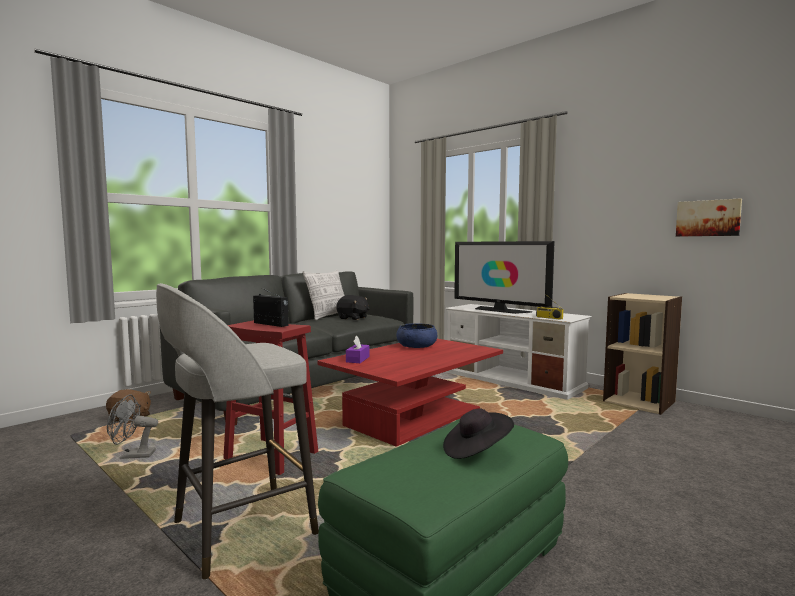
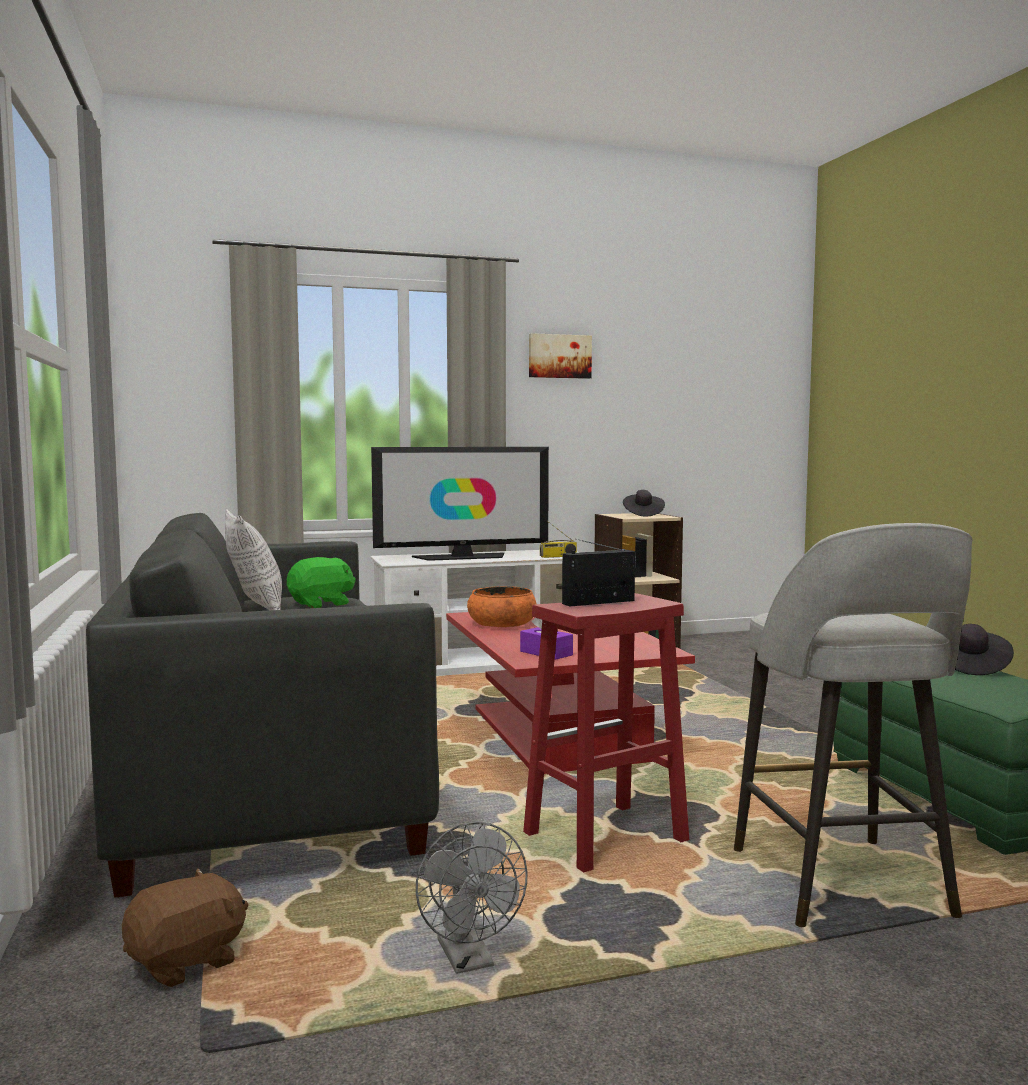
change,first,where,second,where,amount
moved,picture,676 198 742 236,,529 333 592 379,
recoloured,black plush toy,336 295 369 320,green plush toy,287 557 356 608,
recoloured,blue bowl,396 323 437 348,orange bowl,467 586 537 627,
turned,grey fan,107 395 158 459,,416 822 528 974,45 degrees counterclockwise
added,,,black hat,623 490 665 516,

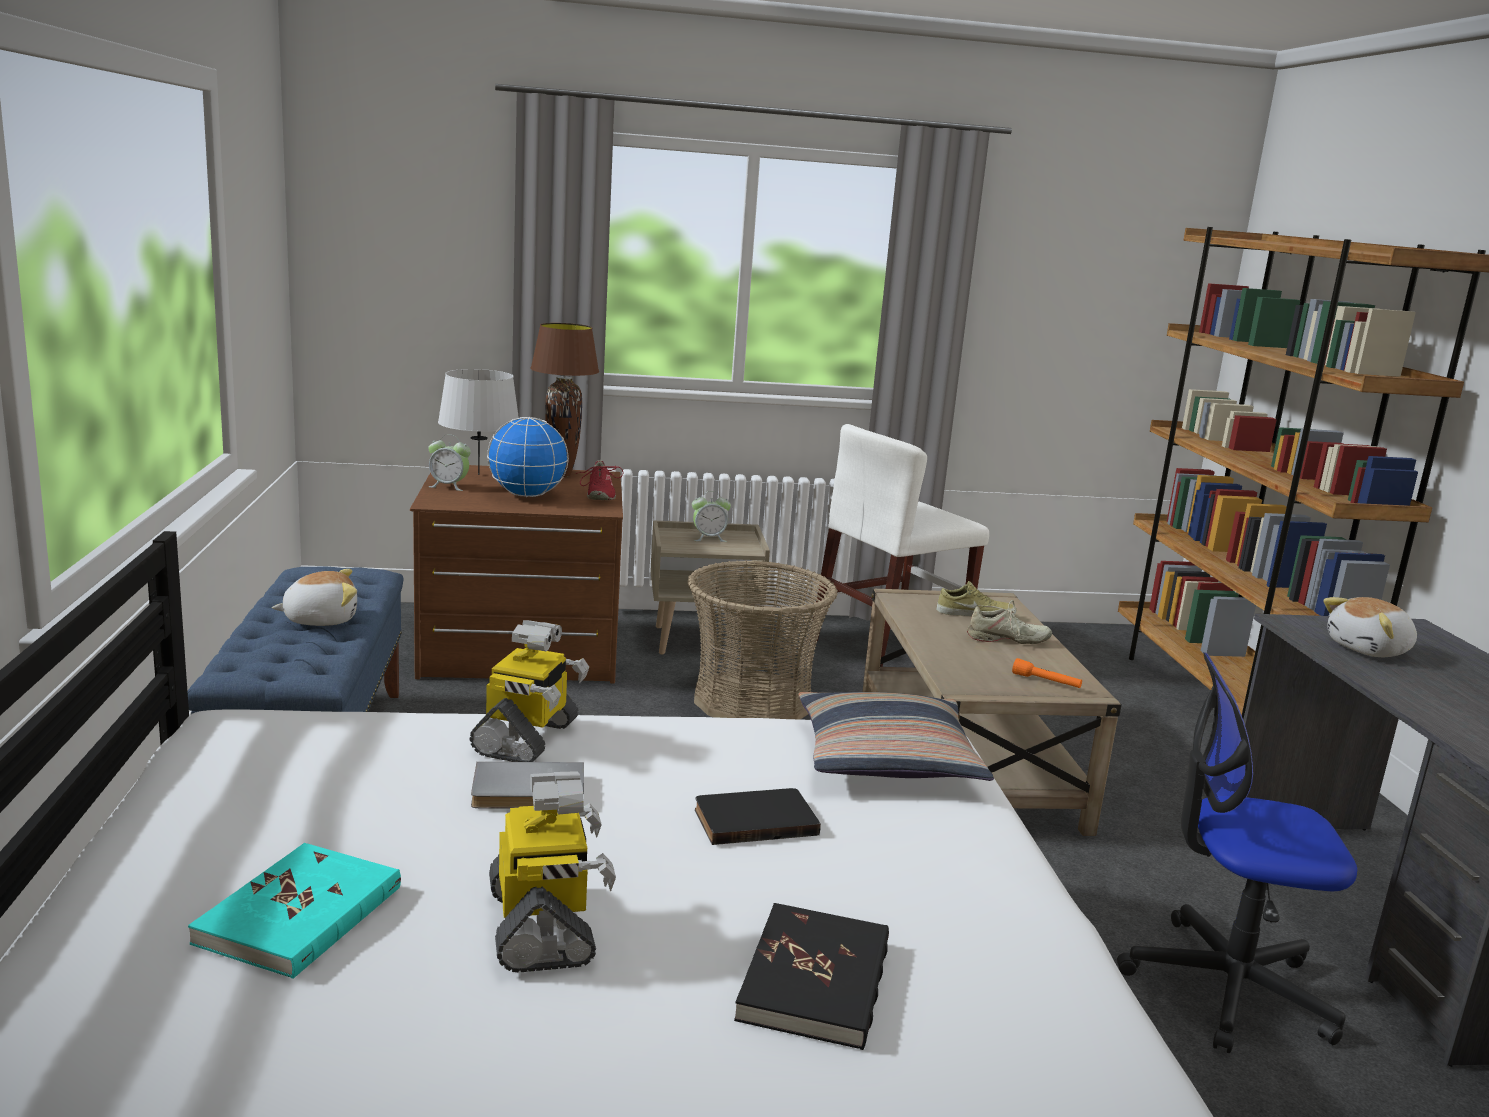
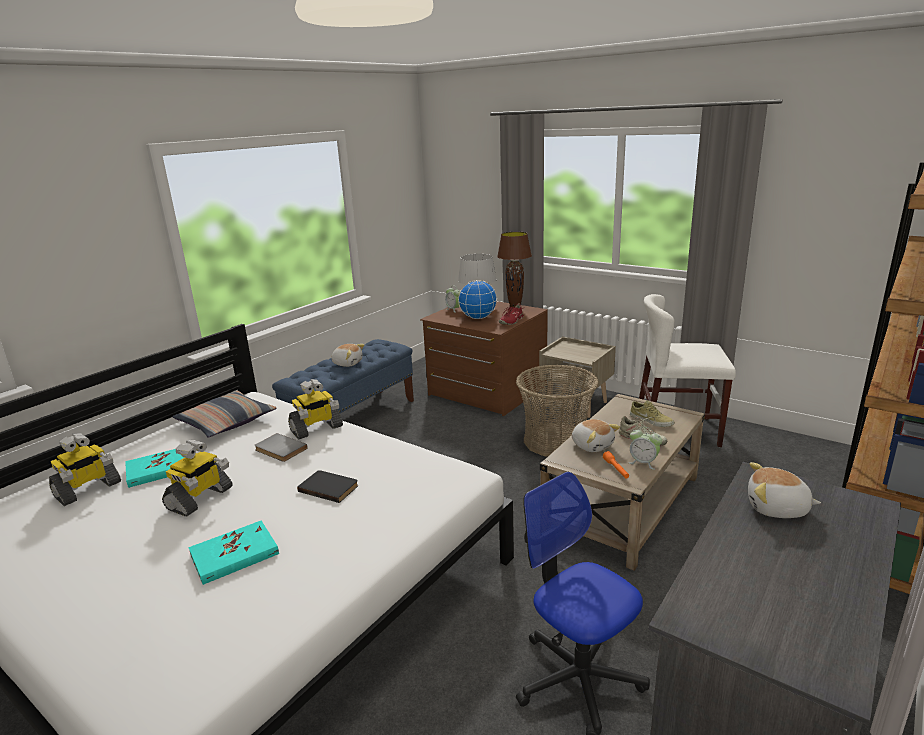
change,first,where,second,where,amount
moved,alarm clock,692 491 731 542,,629 427 662 470,
moved,pillow,799 692 994 781,,172 391 277 438,
recoloured,black book,734 903 889 1050,turquoise book,189 521 279 585,
added,,,plush toy,572 419 620 452,
added,,,toy robot,49 433 121 506,

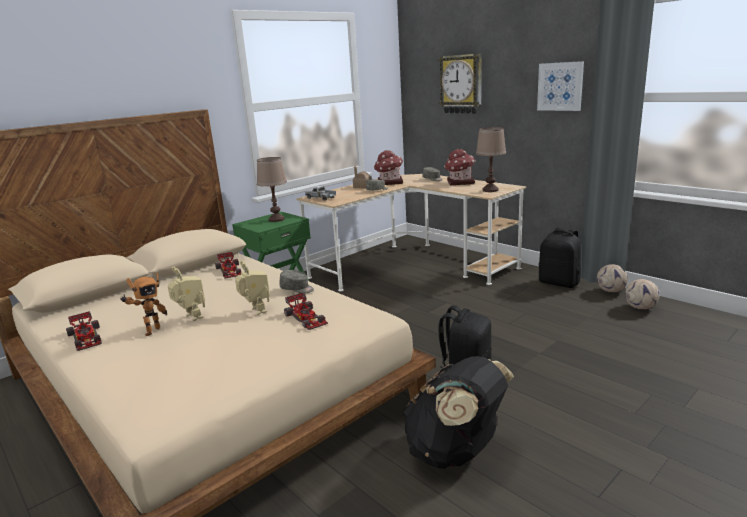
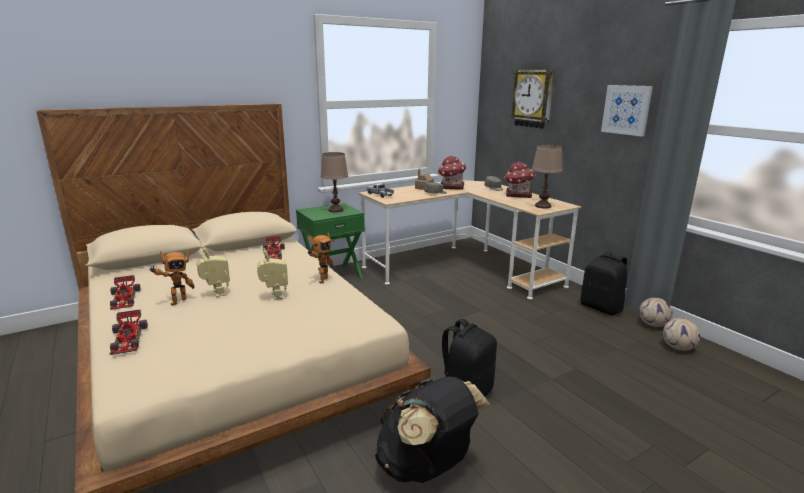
change,first,where,second,where,amount
replaced,grey cap,280 270 314 294,toy robot,308 232 335 284,
moved,toy car,284 293 328 330,,110 310 148 355,

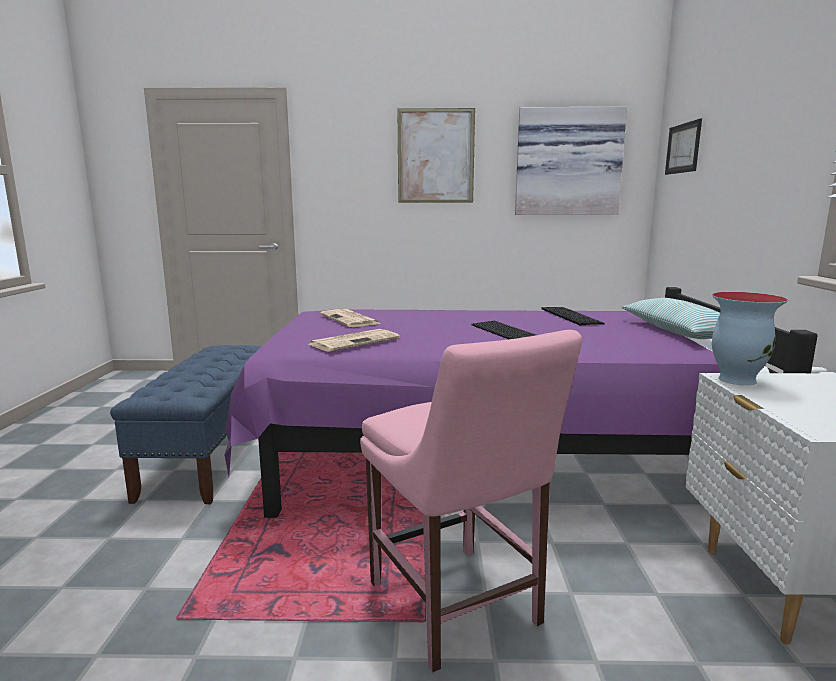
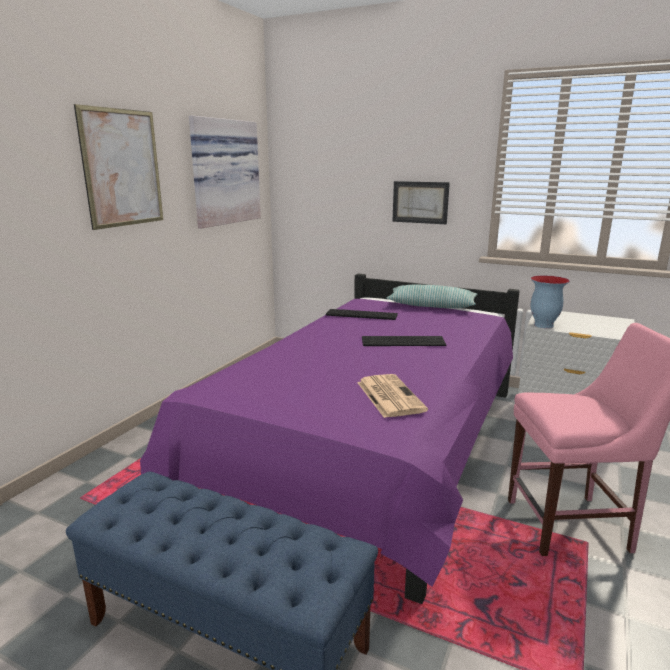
change,first,where,second,where,amount
moved,picture,665 119 702 175,,392 181 450 224,
removed,newspaper,320 309 381 327,,,

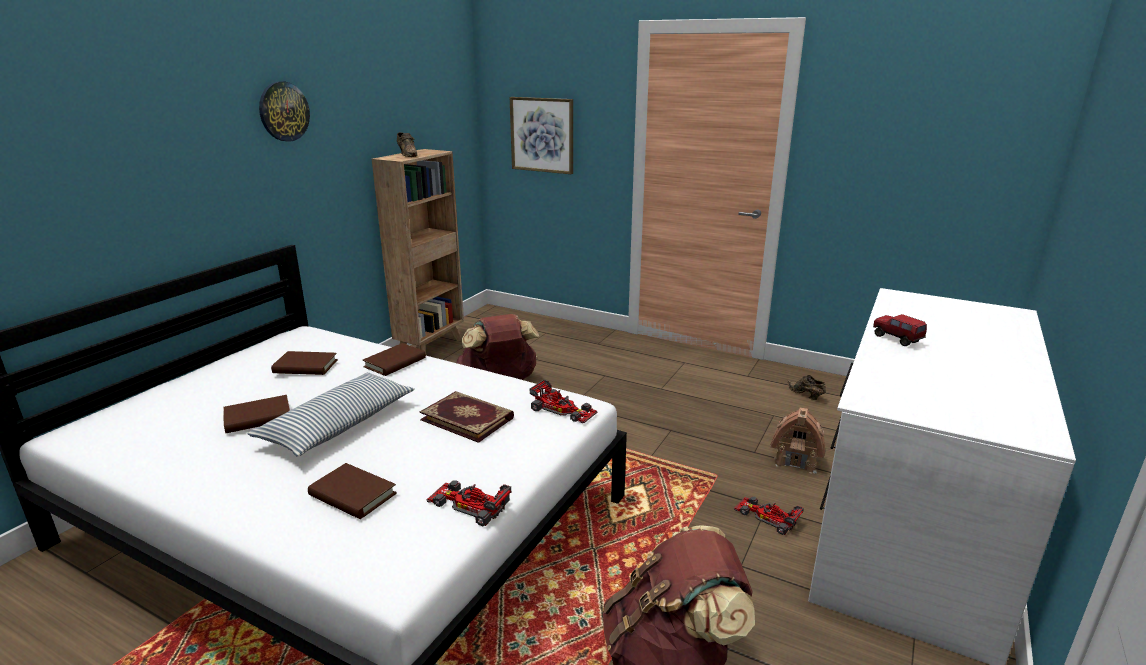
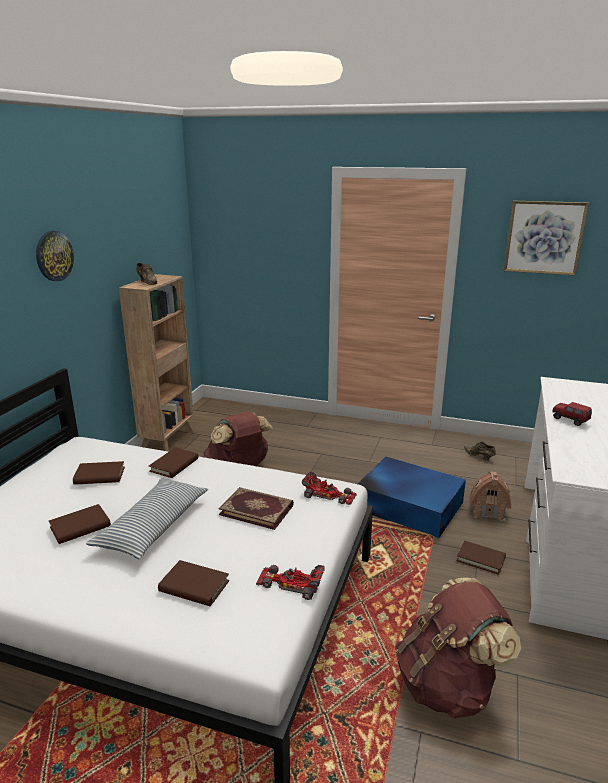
change,first,where,second,where,amount
moved,picture,510 97 573 174,,504 201 589 275,
replaced,toy car,734 496 804 535,brown book,456 541 506 575,
added,,,blue storage box,358 456 466 538,

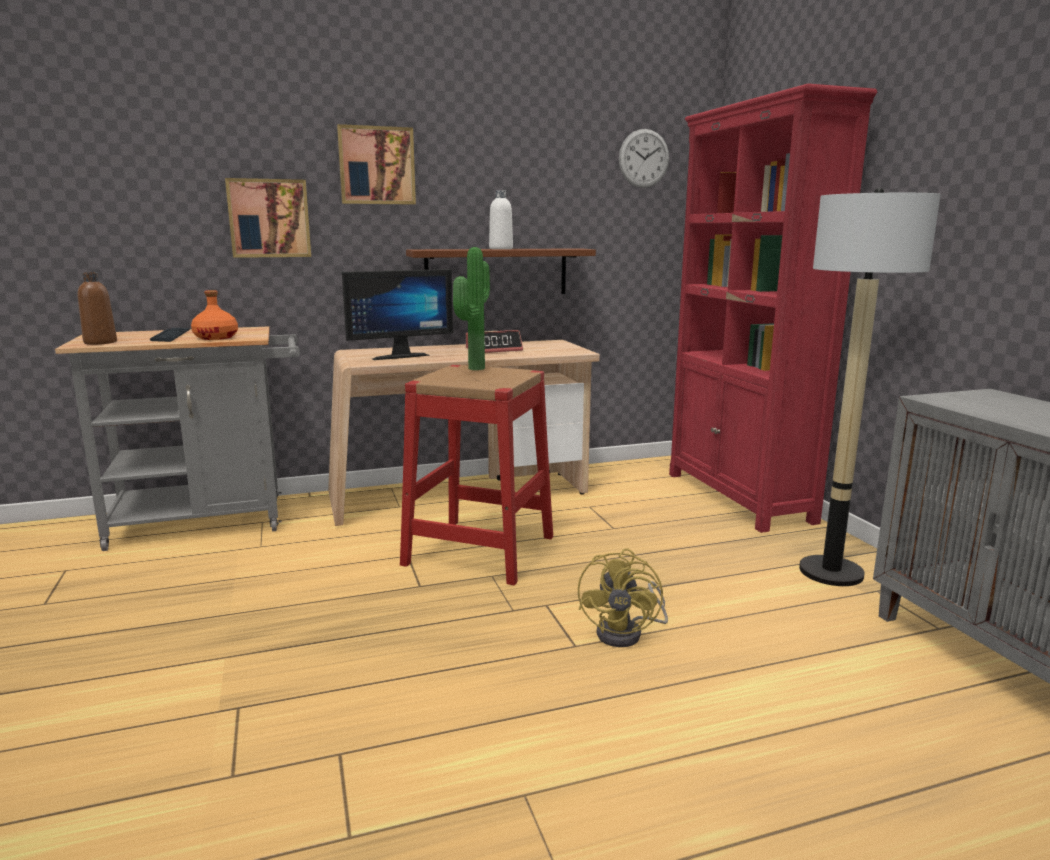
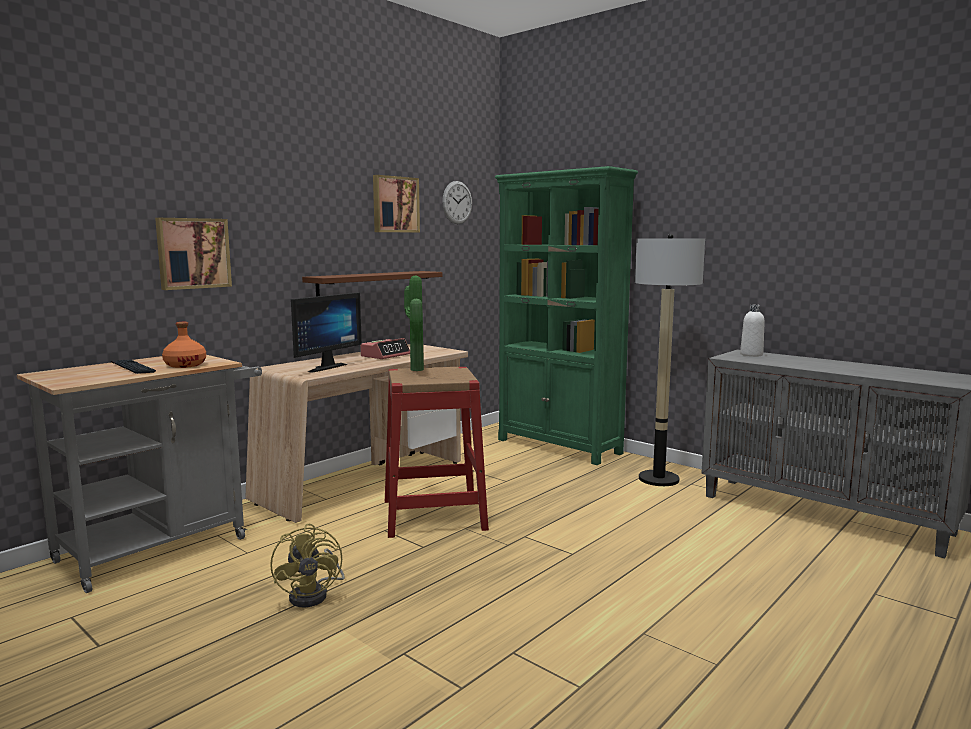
change,first,where,second,where,amount
recoloured,red bookcase,669 83 877 533,green bookcase,495 166 638 465,
moved,picture,337 124 416 205,,373 175 420 232,
moved,white bottle,489 190 513 249,,740 305 765 357,
removed,brown bottle,78 272 117 345,,,
moved,yellow fan,578 549 668 647,,270 523 345 608,

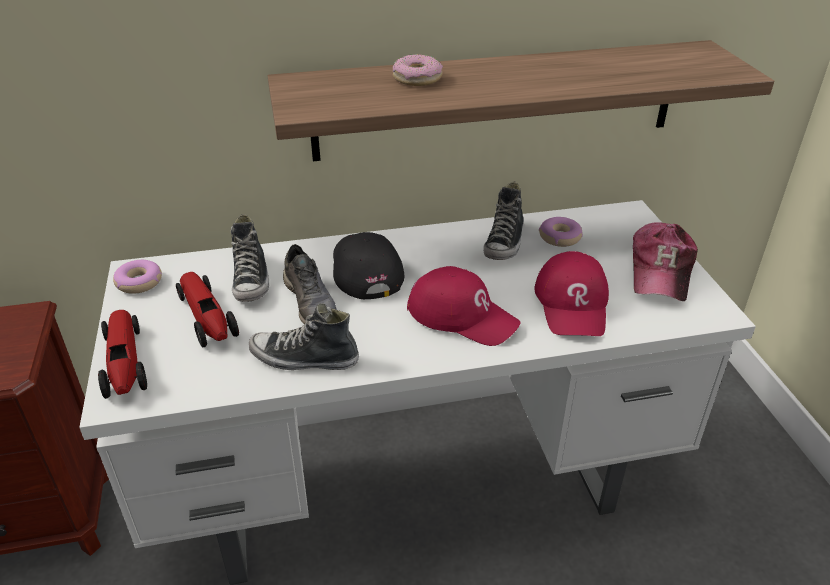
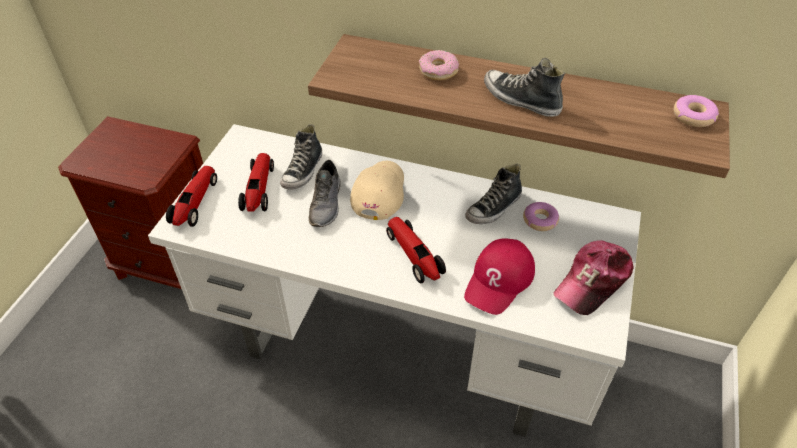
change,first,where,second,where,amount
recoloured,black cap,333 232 404 299,beige cap,350 161 404 220,
moved,donut,113 260 162 294,,674 95 719 127,
replaced,red cap,407 266 520 346,toy car,386 217 446 284,
moved,shoe,249 303 359 370,,484 58 565 117,

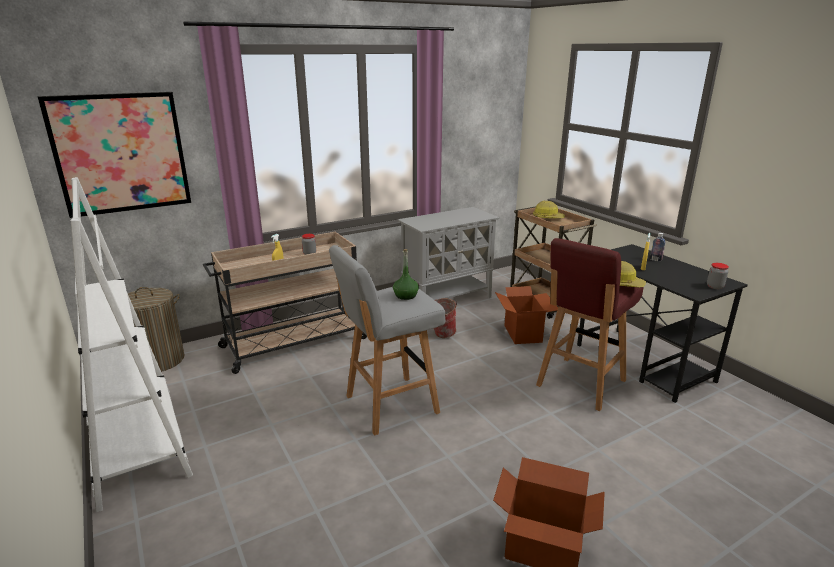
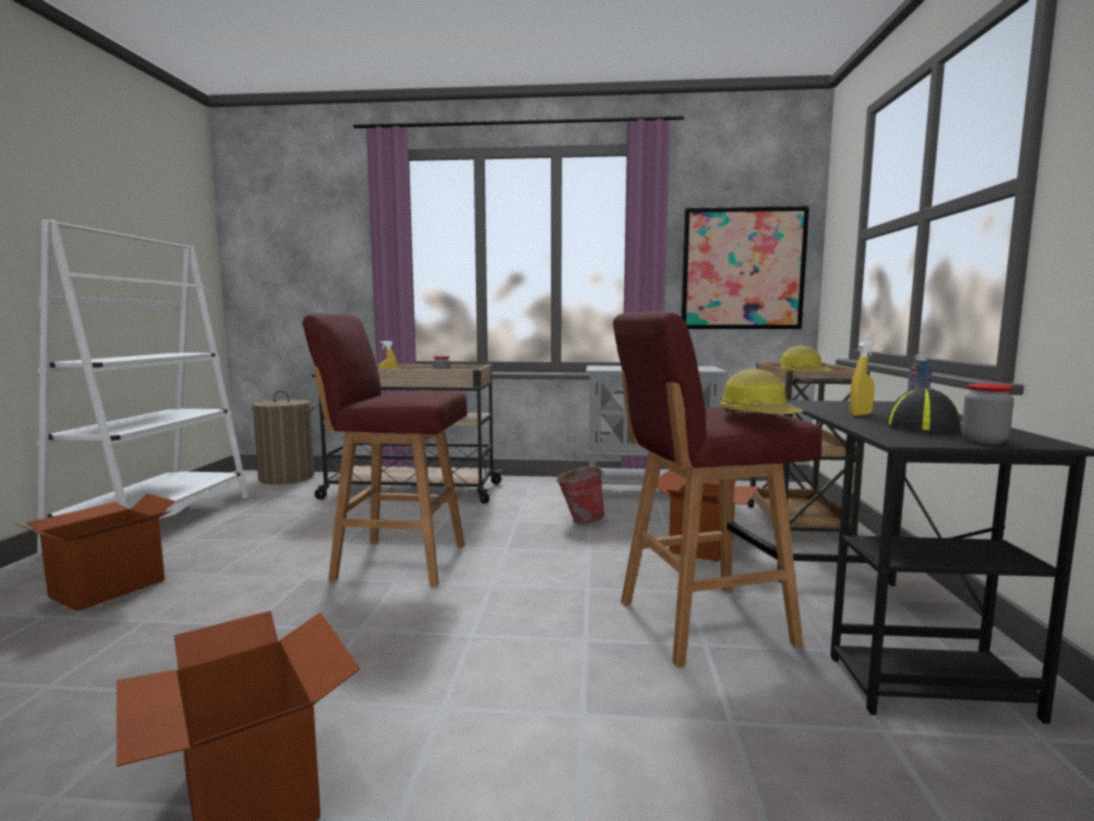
change,first,where,second,where,amount
moved,picture,38 92 191 218,,681 206 809 329,
recoloured,grey stool,329 245 445 435,red stool,302 314 467 587,
removed,green bottle,393 249 419 300,,,
added,,,cap,886 388 962 432,
added,,,cardboard box,15 493 175 611,

